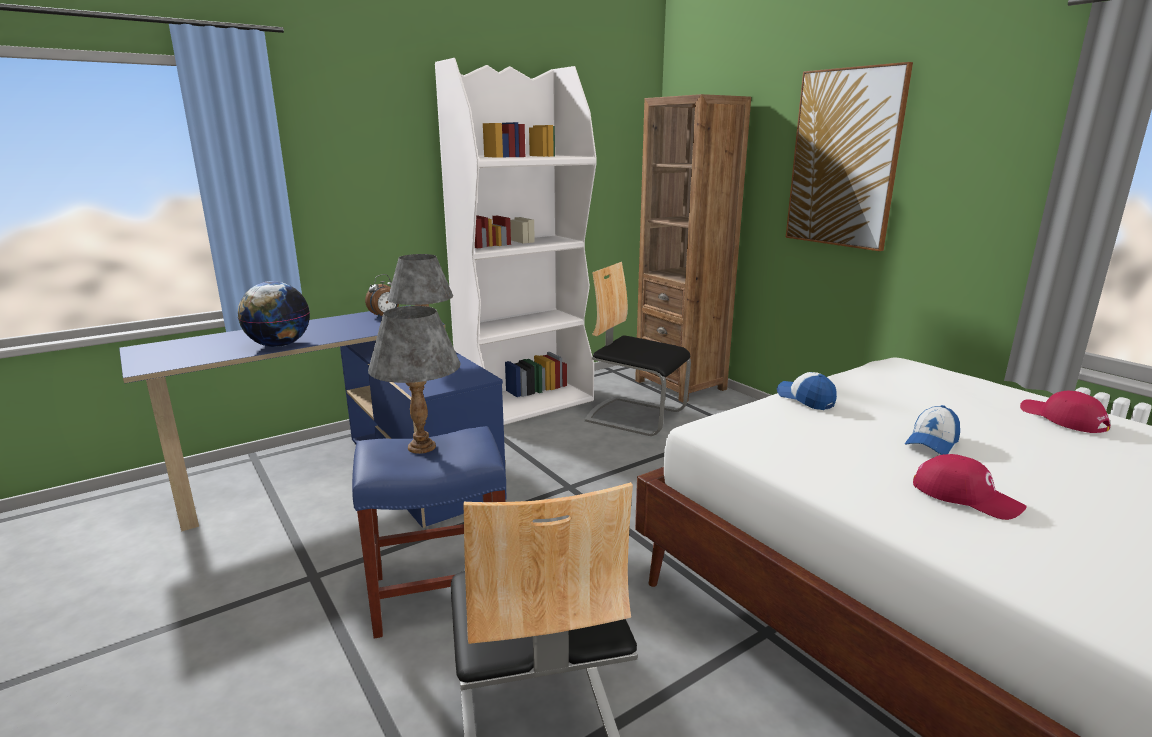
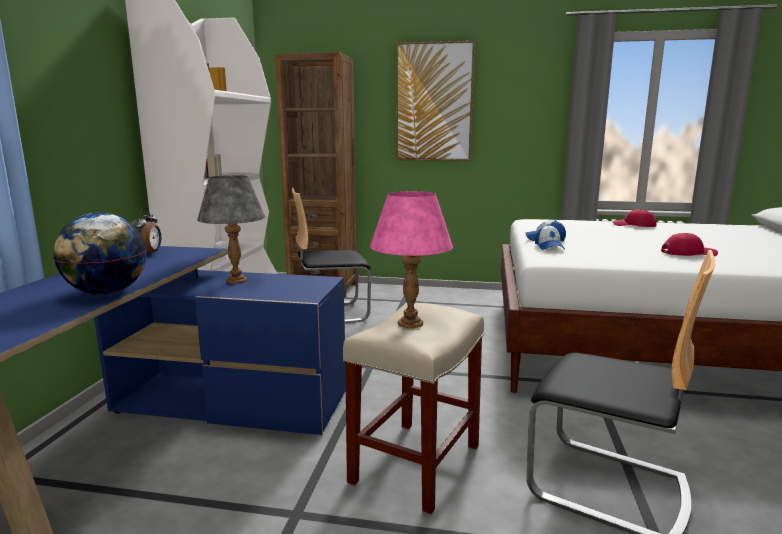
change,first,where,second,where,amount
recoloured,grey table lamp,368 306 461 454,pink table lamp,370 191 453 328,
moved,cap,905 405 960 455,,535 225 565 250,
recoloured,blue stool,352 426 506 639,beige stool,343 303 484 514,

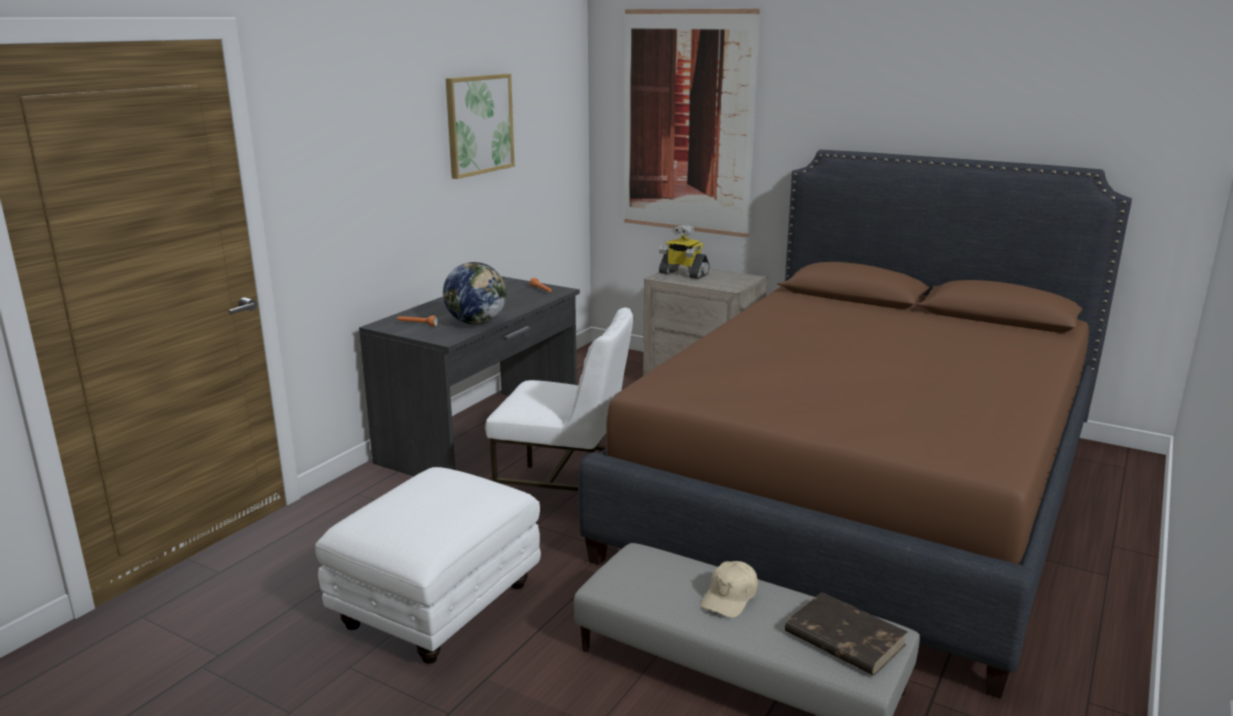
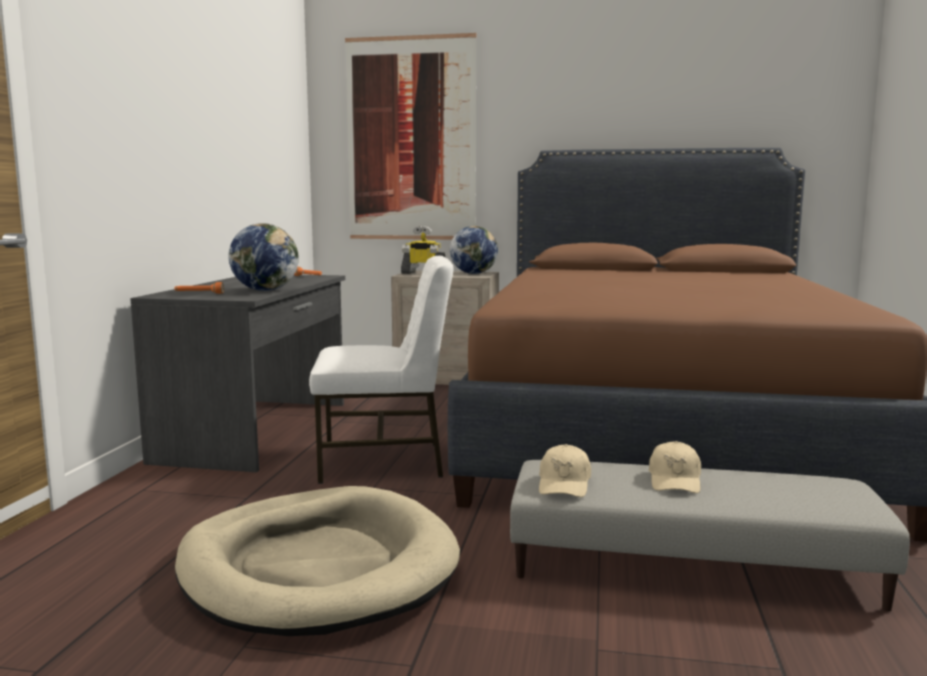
change,first,where,second,where,amount
removed,picture,446 74 515 179,,,
replaced,white ottoman,315 467 541 664,beige dog bed,175 486 460 636,
removed,brown book,785 592 908 676,,,
added,,,globe,450 226 498 274,
added,,,beige cap,539 444 591 497,

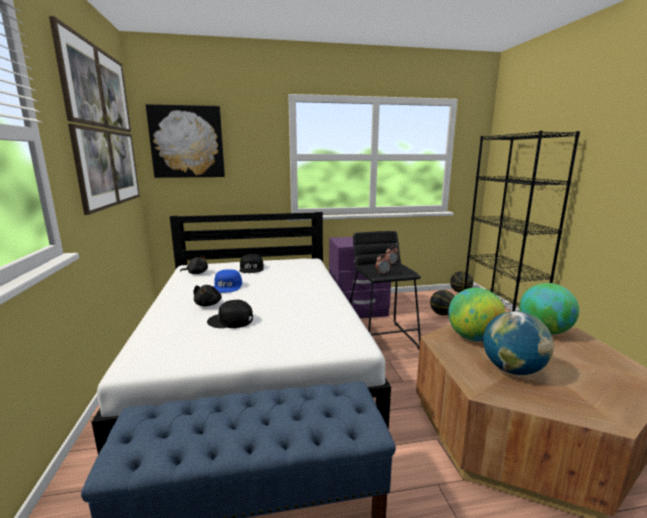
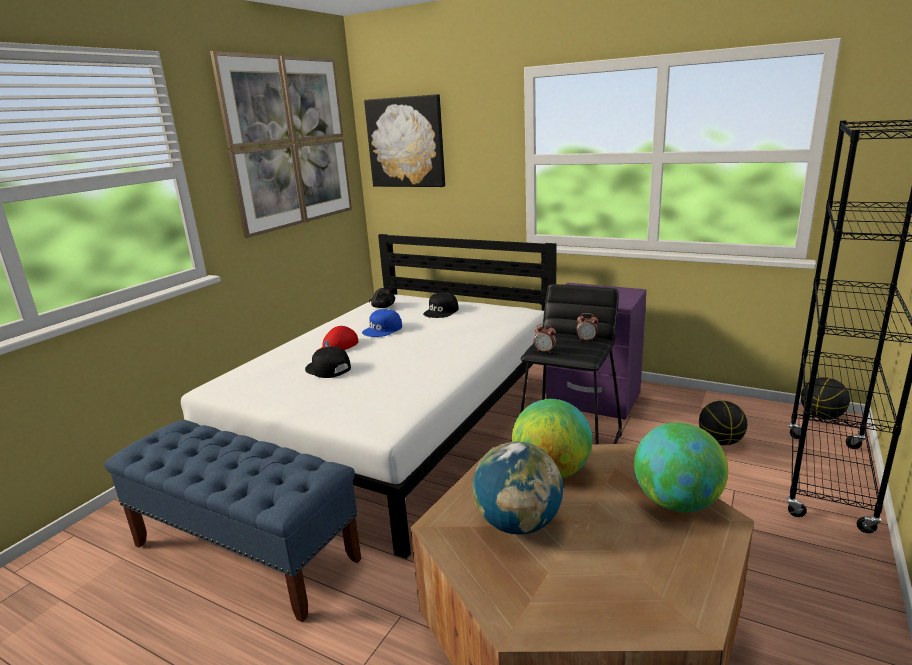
change,first,where,second,where,amount
replaced,black plush toy,193 285 222 306,red cap,316 326 358 351,

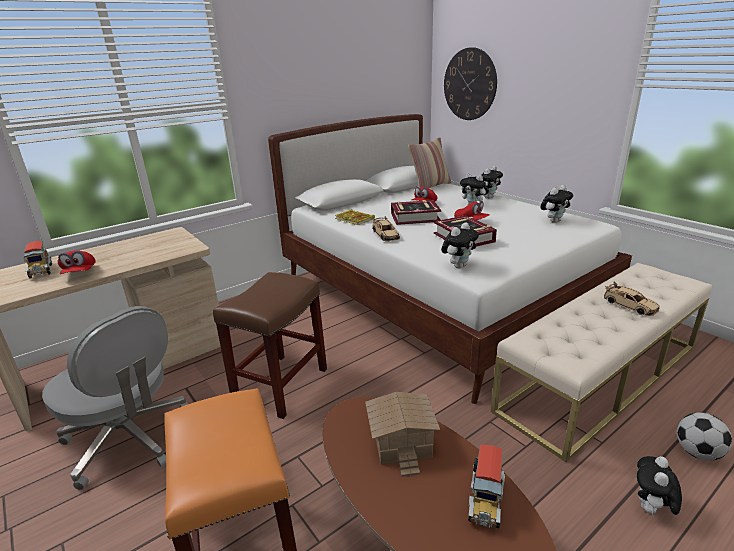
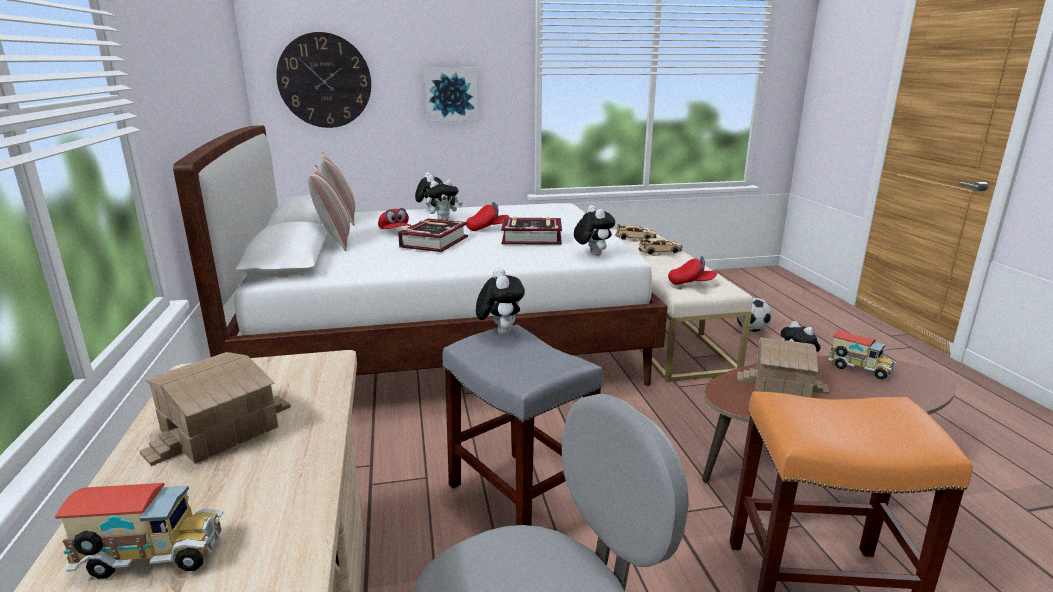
change,first,where,second,where,amount
moved,plush toy,540 185 573 223,,476 268 525 335,
removed,book,335 209 375 225,,,
moved,beige toy car,372 216 400 241,,615 224 656 241,
moved,red cap,58 251 95 274,,668 256 717 285,
recoloured,brown stool,213 272 327 419,grey stool,442 325 603 526,
added,,,picture,424 67 478 122,
added,,,pillow,308 165 350 251,
added,,,toy house,140 352 291 466,

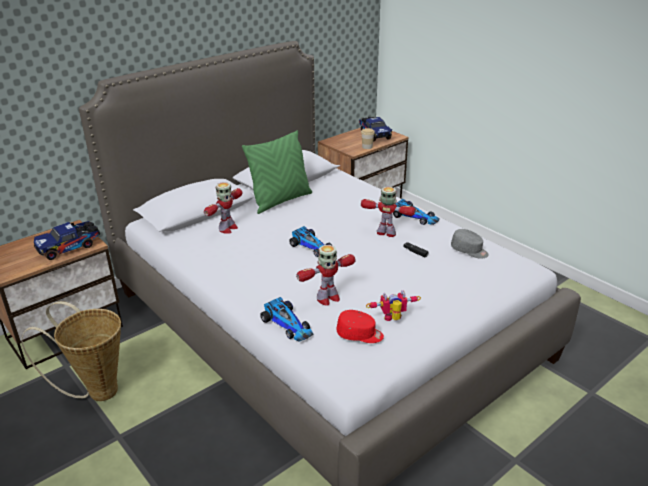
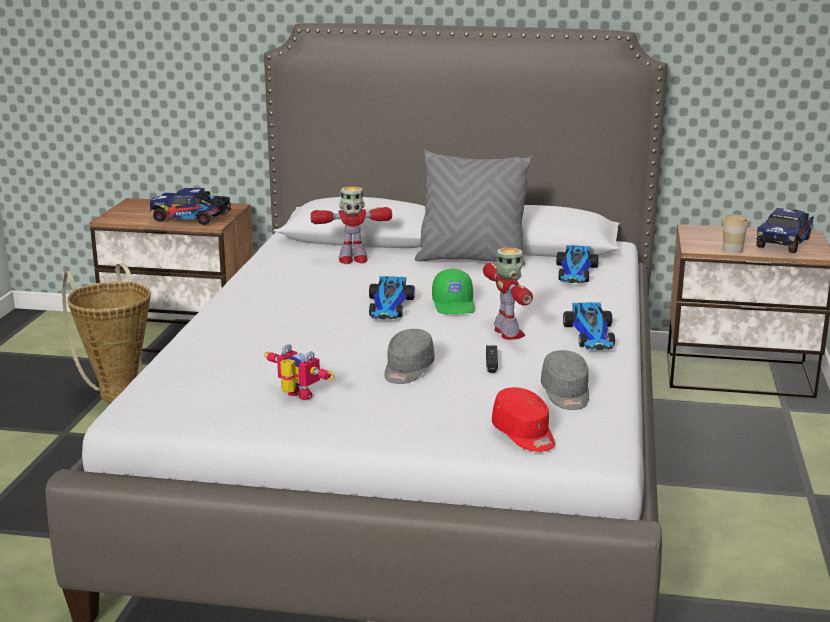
change,first,where,second,where,amount
recoloured,green pillow,242 130 312 214,grey pillow,415 150 532 266,
removed,toy robot,296 245 356 306,,,
moved,toy car,260 297 313 342,,556 245 599 283,
moved,red cap,336 310 384 343,,492 387 555 452,
added,,,green cap,432 269 475 314,
added,,,grey cap,385 329 435 384,

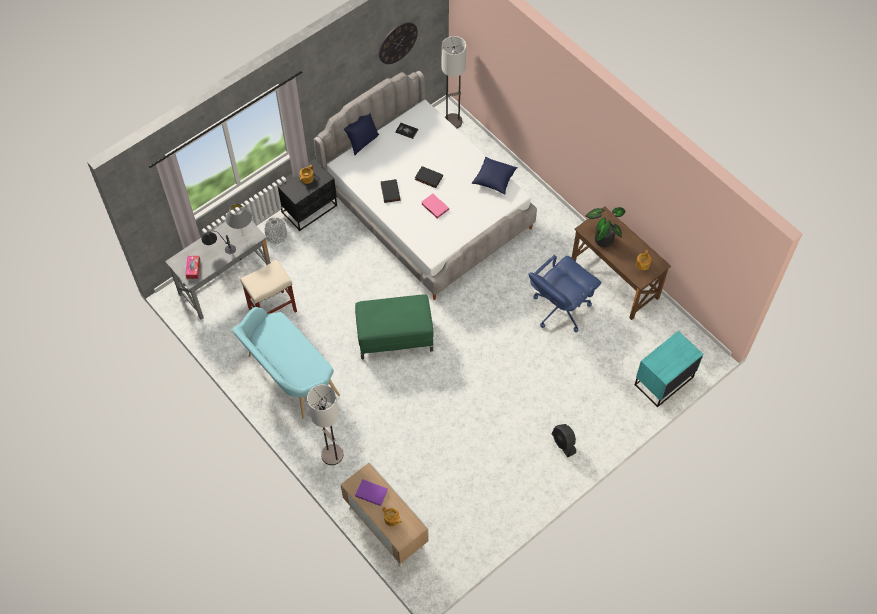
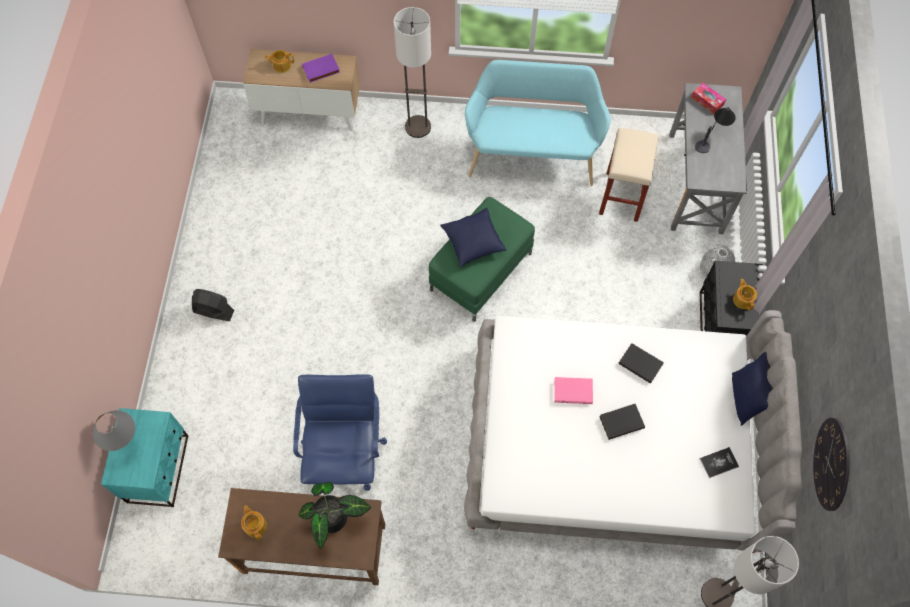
change,first,where,second,where,amount
moved,blue pillow,472 157 518 194,,440 208 507 267,
moved,grey table lamp,225 204 252 233,,93 410 135 451,

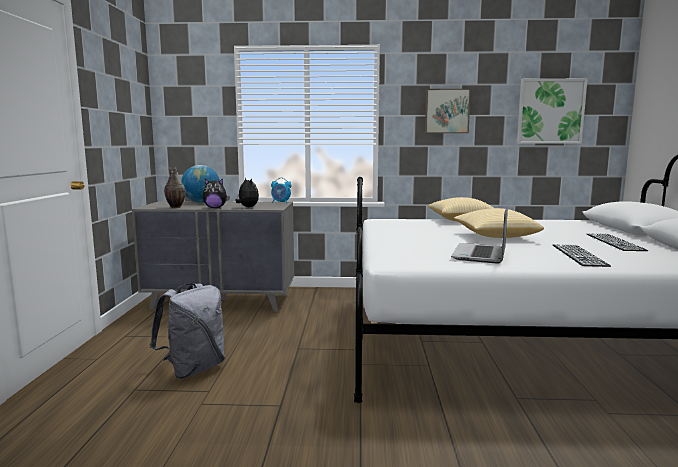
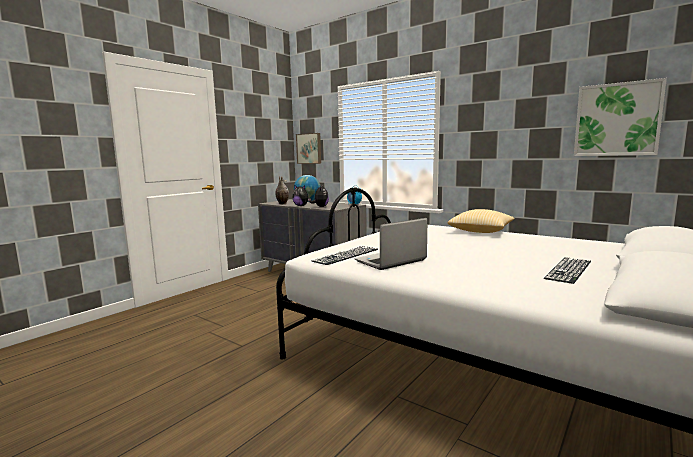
change,first,where,second,where,amount
moved,picture,425 89 471 133,,296 133 321 164,
removed,pillow,453 208 544 238,,,
moved,keyboard,553 244 611 267,,312 246 378 265,
removed,grey backpack,150 283 225 379,,,

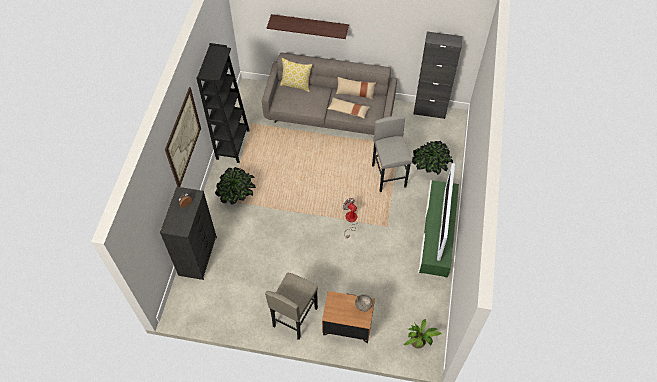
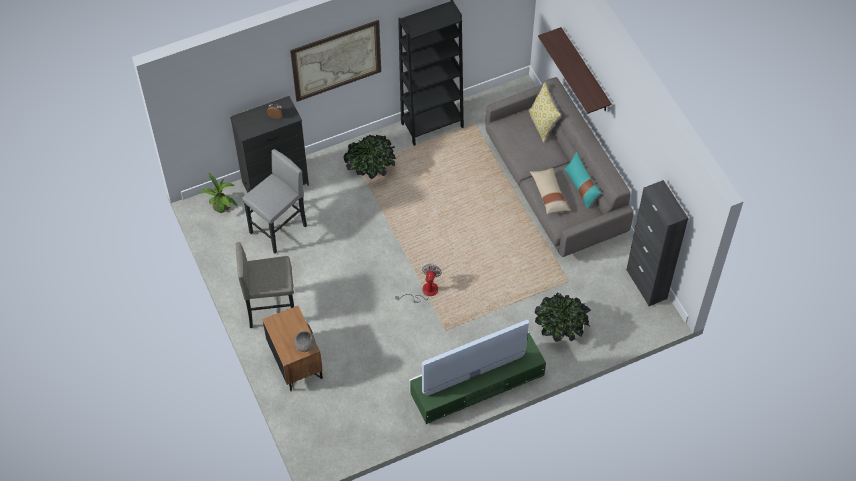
change,first,where,second,where,amount
recoloured,beige pillow,336 77 376 100,turquoise pillow,564 152 601 209,
moved,grey stool,372 116 412 192,,242 149 307 254,
moved,potted plant,403 319 441 348,,200 173 238 213,

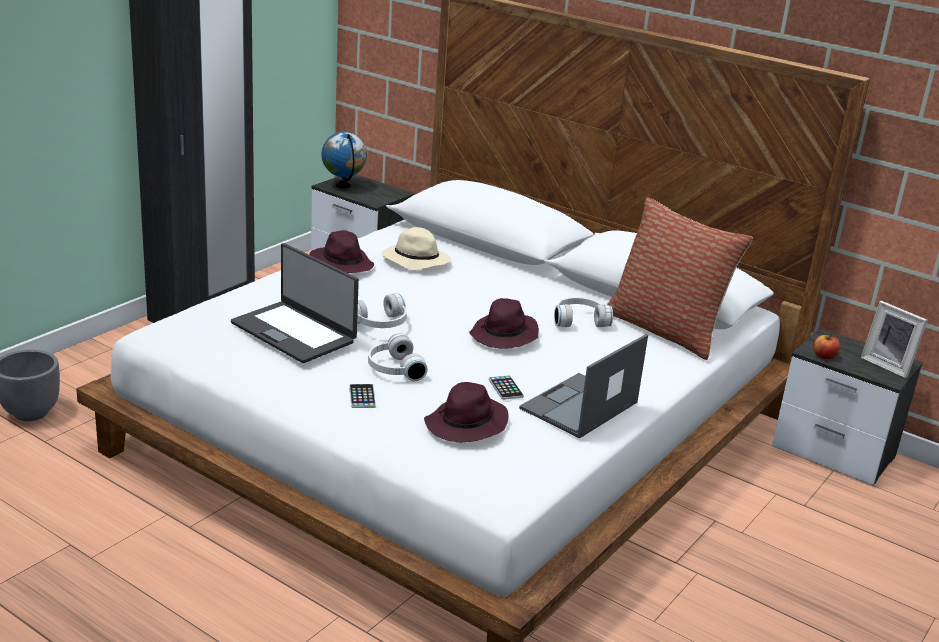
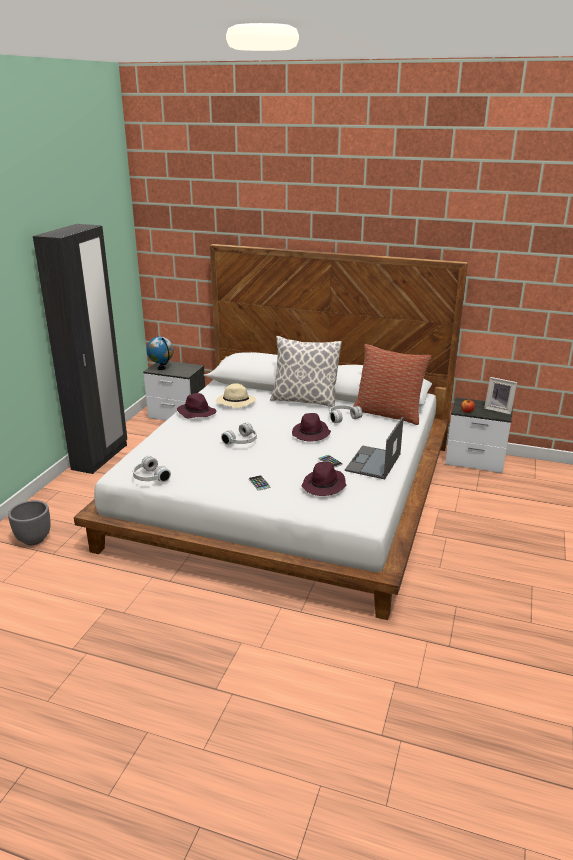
change,first,where,second,where,amount
removed,laptop,231 243 359 363,,,
moved,white headphones,368 333 428 381,,133 456 171 482,
added,,,pillow,270 336 342 407,

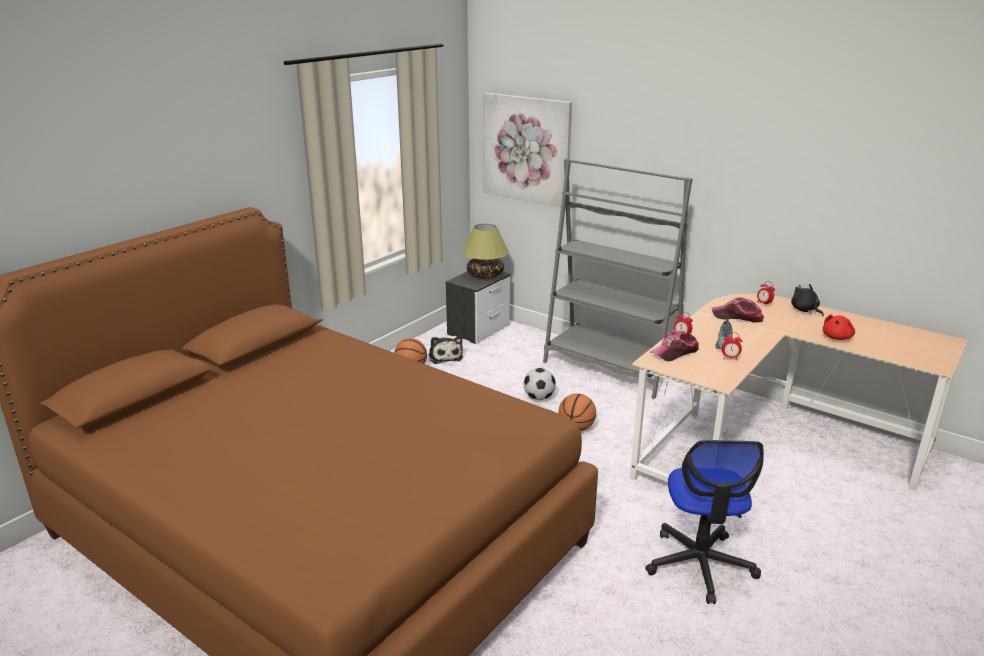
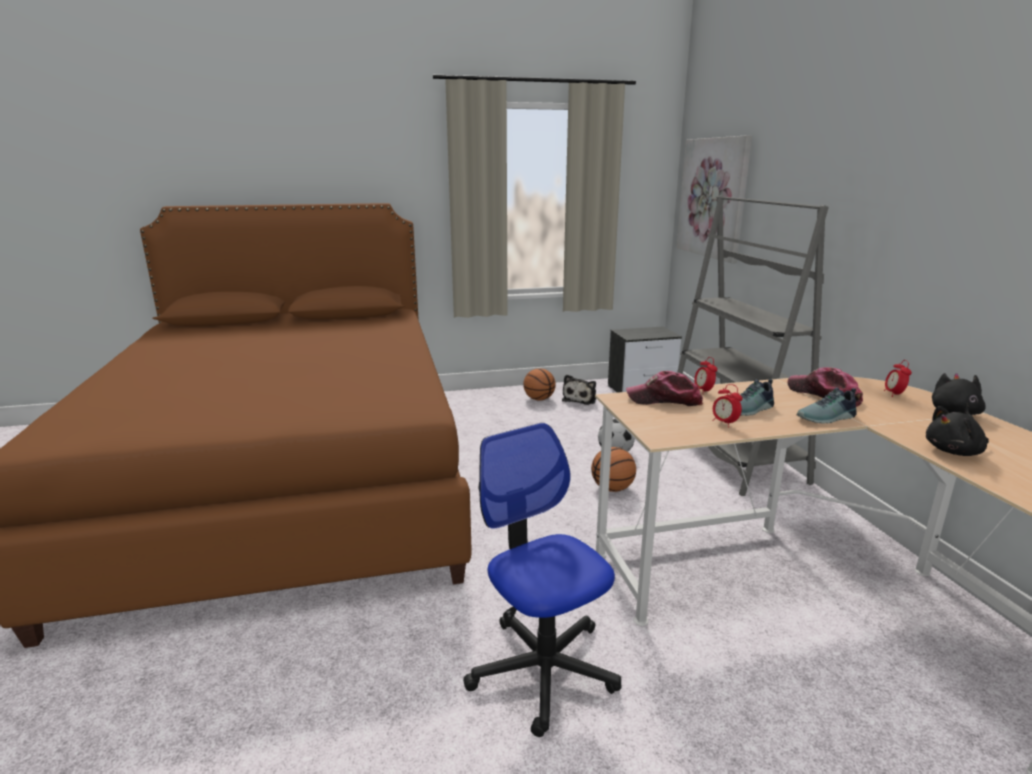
change,first,where,second,where,amount
removed,table lamp,462 224 509 279,,,
recoloured,red plush toy,823 314 855 340,black plush toy,926 406 989 456,
turned,office chair,645 440 764 604,,463 423 622 737,105 degrees clockwise
added,,,shoe,796 387 857 424,

